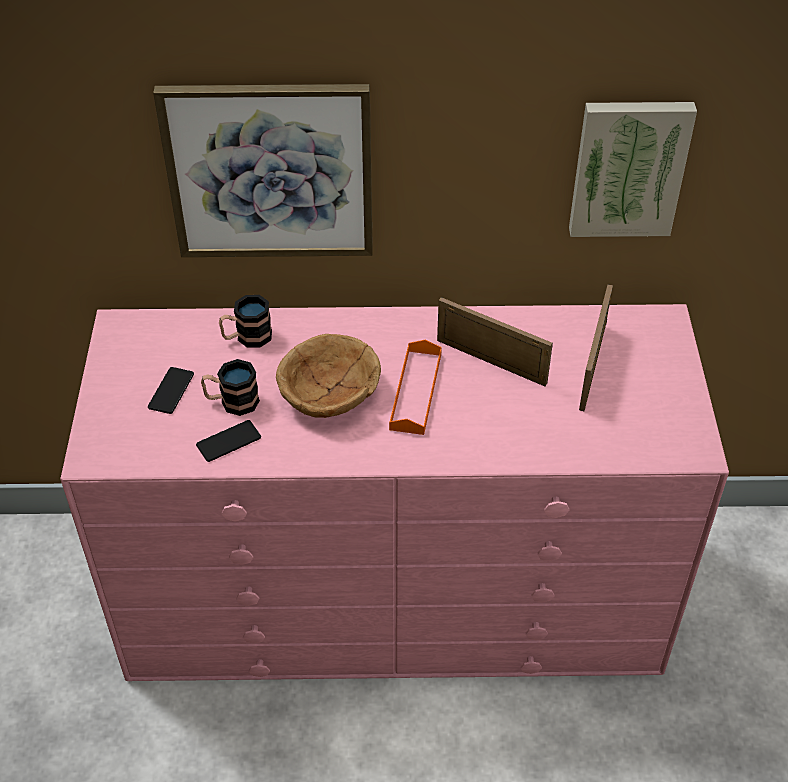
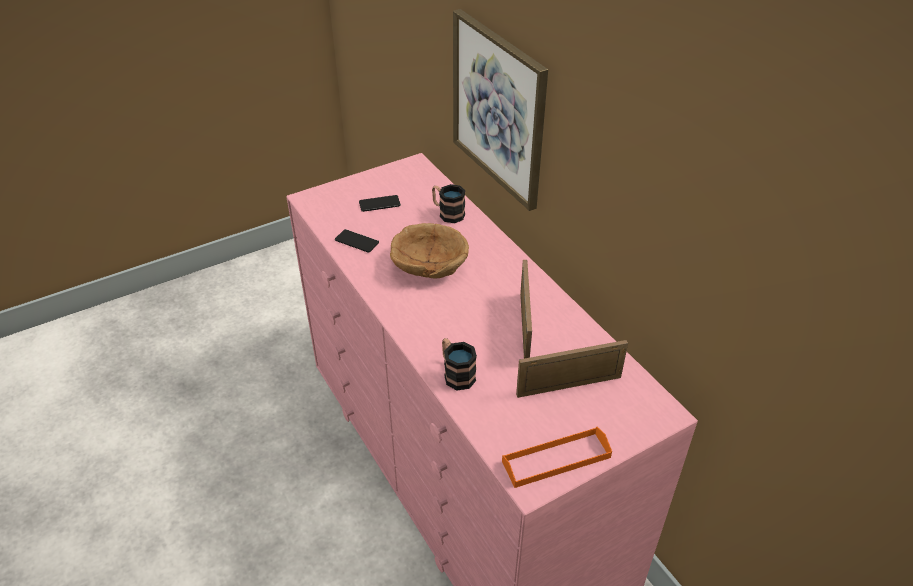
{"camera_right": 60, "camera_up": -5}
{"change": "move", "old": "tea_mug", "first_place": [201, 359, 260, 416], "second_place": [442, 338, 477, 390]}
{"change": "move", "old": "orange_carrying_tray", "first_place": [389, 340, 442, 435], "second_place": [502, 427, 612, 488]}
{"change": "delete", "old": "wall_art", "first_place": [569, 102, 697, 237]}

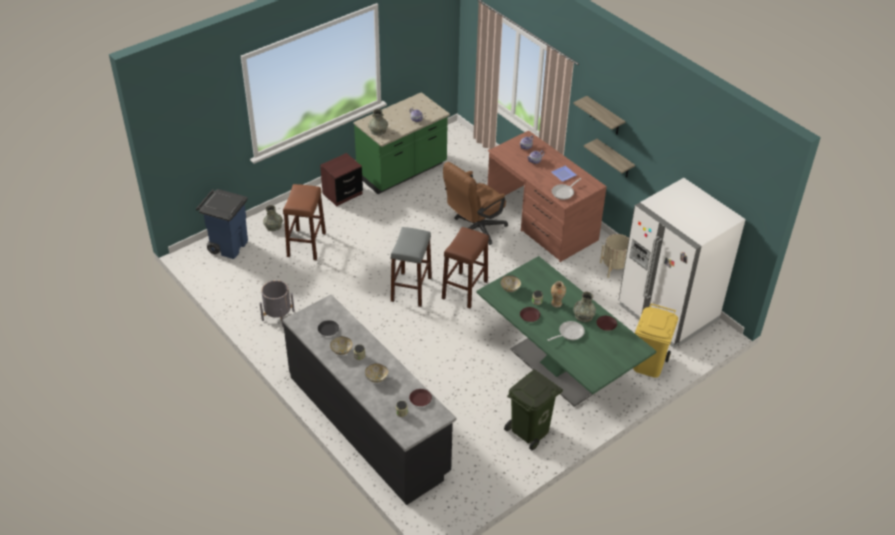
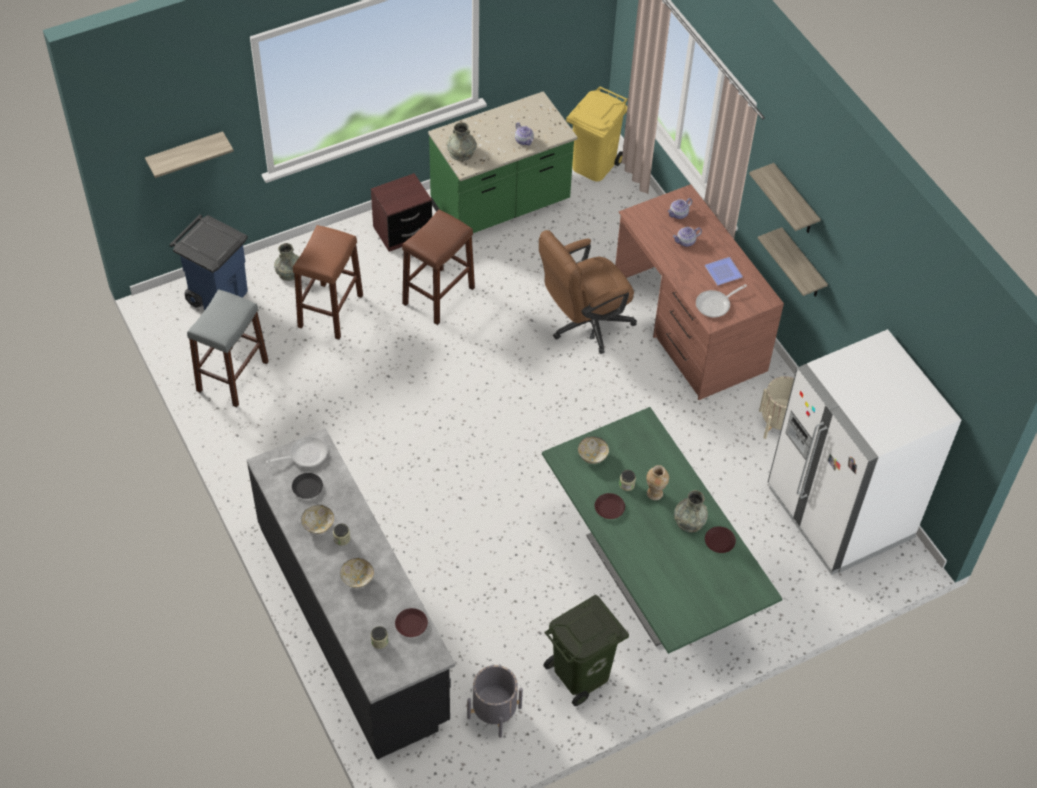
{"camera_right": 10, "camera_up": 10}
{"change": "move", "old": "greyish_flower_pot", "first_place": [259, 280, 295, 327], "second_place": [467, 665, 523, 738]}
{"change": "move", "old": "greyish_stool", "first_place": [391, 227, 432, 307], "second_place": [187, 289, 269, 407]}
{"change": "move", "old": "brownish_stool", "first_place": [442, 227, 489, 308], "second_place": [402, 209, 475, 325]}
{"change": "move", "old": "skillet", "first_place": [547, 321, 585, 341], "second_place": [265, 436, 328, 467]}
{"change": "move", "old": "yellowish_rubbish_bin", "first_place": [633, 303, 678, 378], "second_place": [566, 86, 628, 182]}
{"change": "insert", "new": "bracket_shelf", "second_place": [145, 131, 234, 178]}

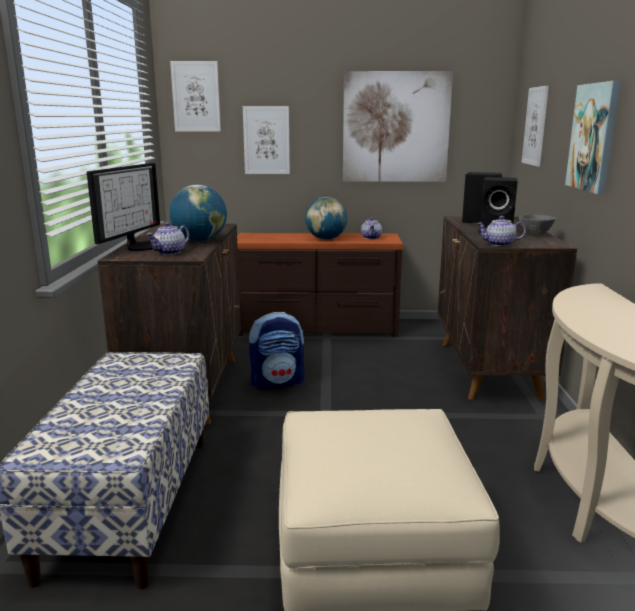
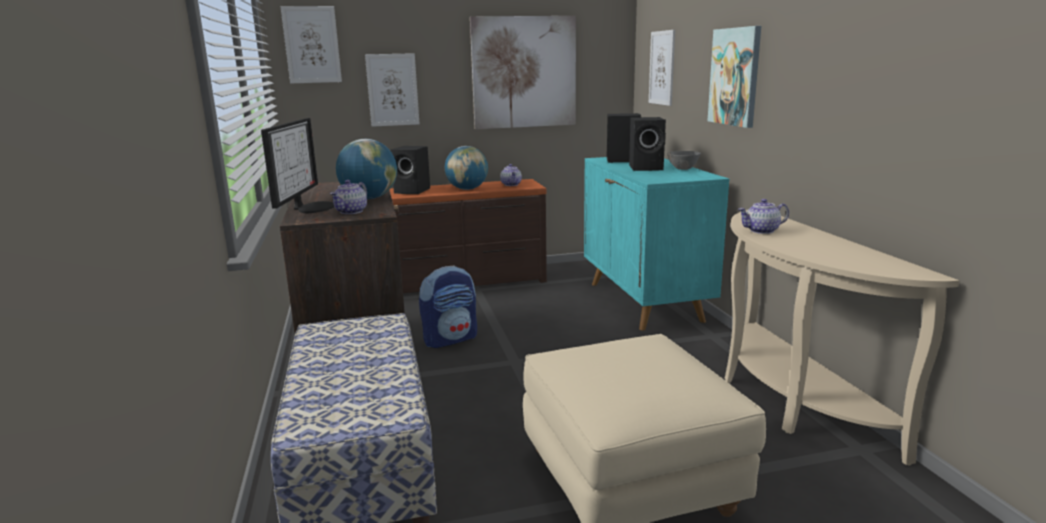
{"camera_right": -15, "camera_up": 0}
{"change": "recolor", "old": "brownish_cabinet", "new": "turquoise_cabinet", "first_place": [438, 216, 577, 401], "second_place": [584, 157, 729, 330]}
{"change": "move", "old": "tea_pot", "first_place": [477, 216, 526, 246], "second_place": [738, 199, 789, 234]}
{"change": "insert", "new": "black_speaker", "second_place": [390, 146, 430, 194]}

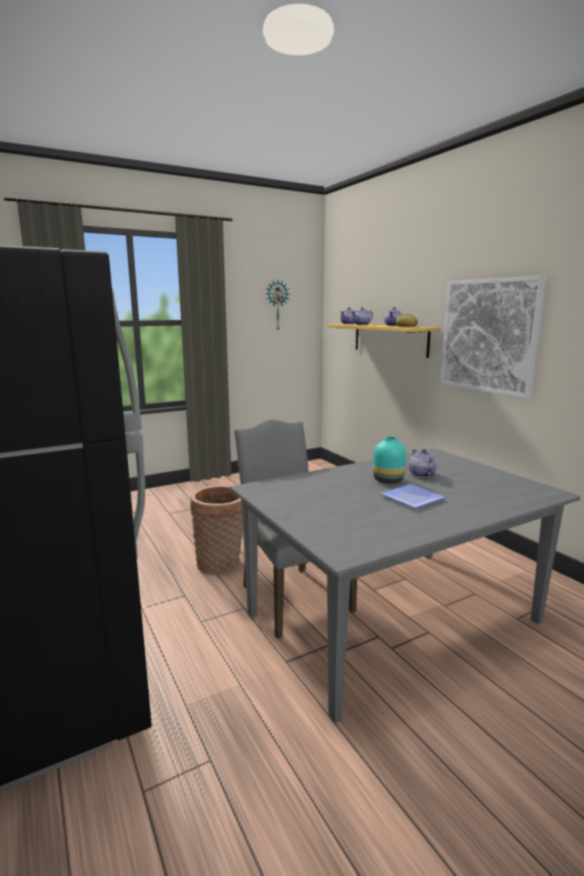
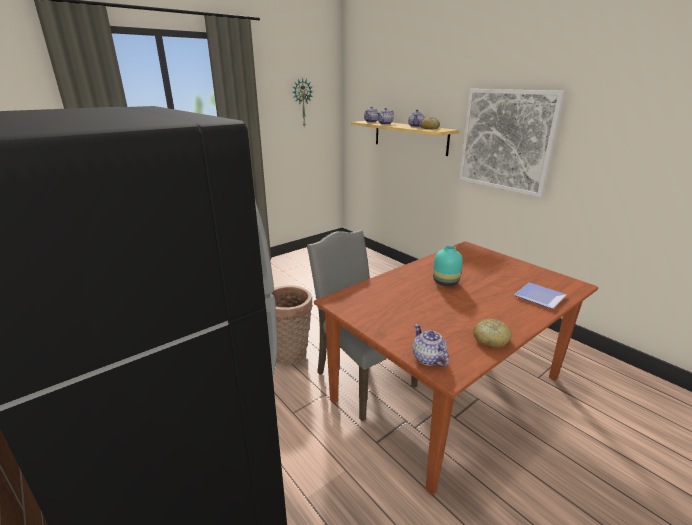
{"camera_right": -10, "camera_up": 10}
{"change": "recolor", "old": "greyish_dining_table", "new": "brownish_dining_table", "first_place": [230, 448, 580, 723], "second_place": [314, 241, 599, 495]}
{"change": "move", "old": "flat_dish", "first_place": [380, 484, 446, 508], "second_place": [514, 282, 567, 309]}
{"change": "move", "old": "tea_pot", "first_place": [409, 449, 437, 478], "second_place": [413, 324, 449, 367]}
{"change": "insert", "new": "baked_bread", "second_place": [473, 319, 512, 348]}

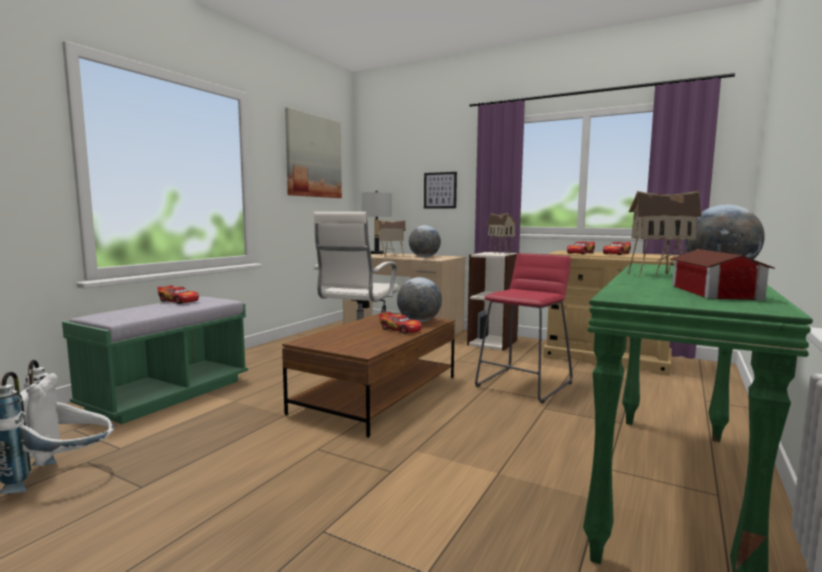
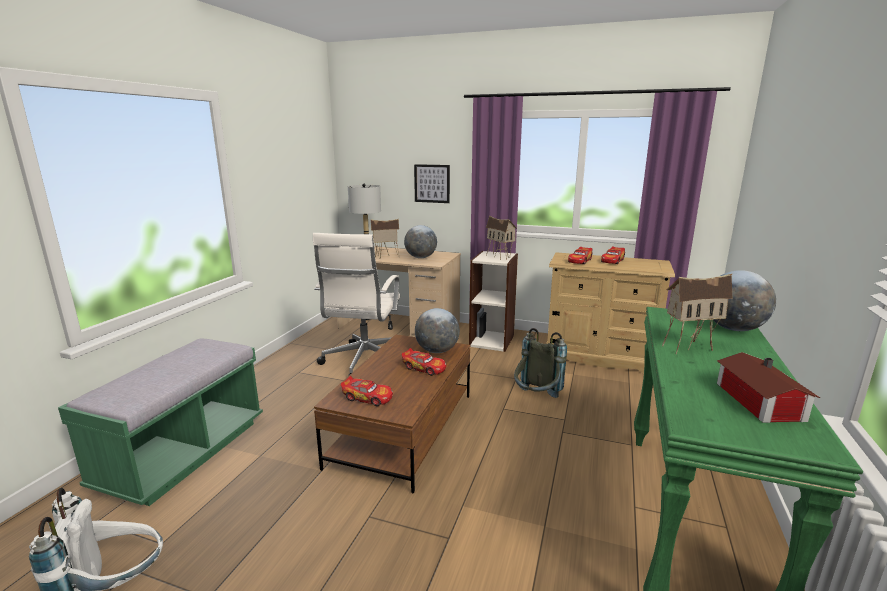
{"camera_right": -10, "camera_up": 10}
{"change": "move", "old": "miniature_car", "first_place": [157, 285, 199, 304], "second_place": [341, 376, 393, 406]}
{"change": "delete", "old": "wall_art", "first_place": [285, 108, 342, 198]}
{"change": "replace", "old": "red-coloured_stool", "new": "greyish_knapsack", "first_place": [475, 253, 573, 403], "second_place": [514, 328, 567, 398]}

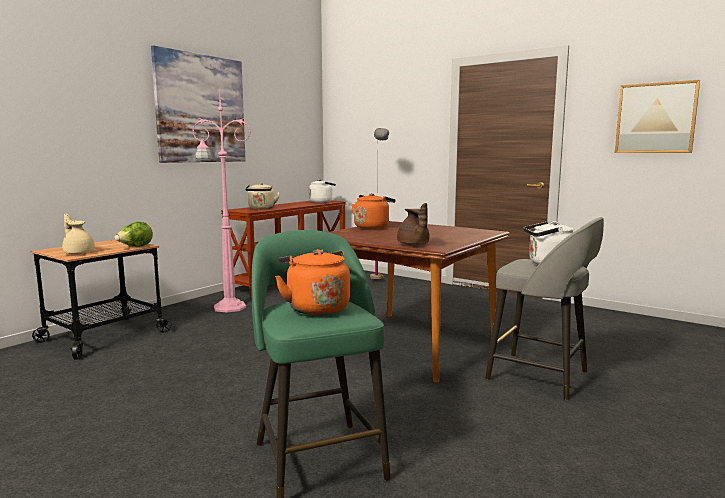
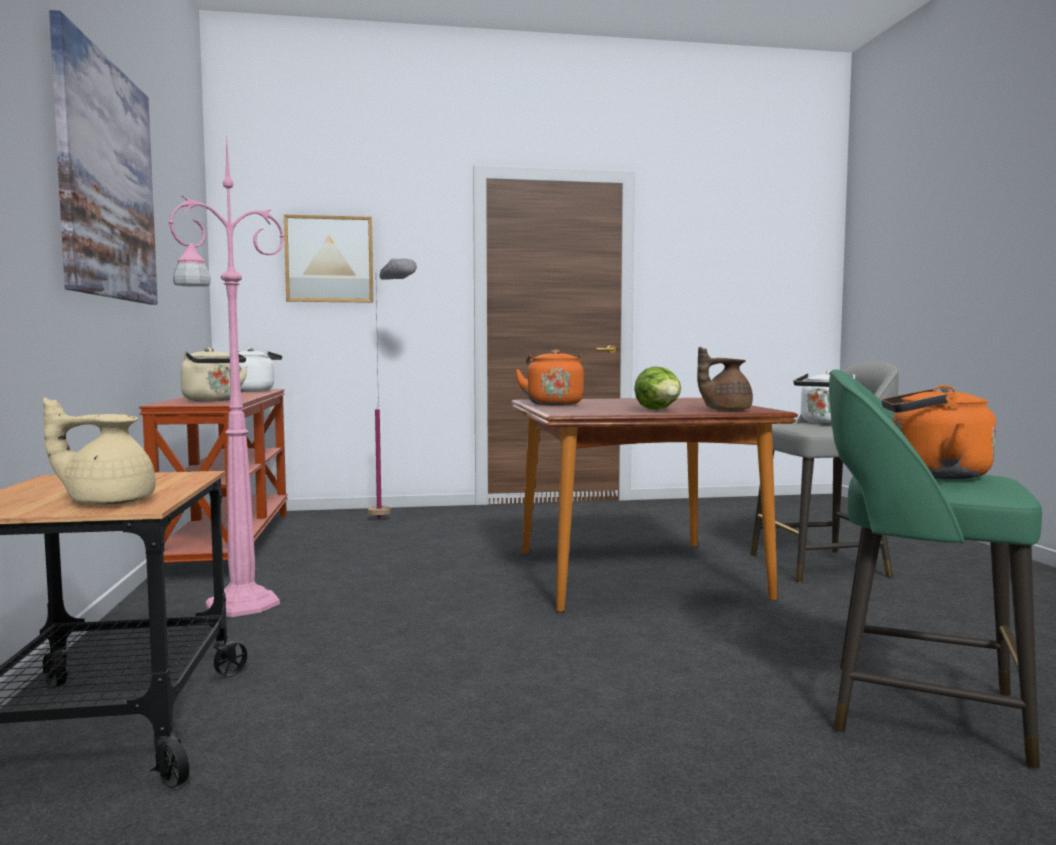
{"camera_right": -45, "camera_up": -5}
{"change": "move", "old": "lettuce", "first_place": [115, 222, 153, 247], "second_place": [634, 366, 681, 410]}
{"change": "rotate", "old": "brownish_tea_pot", "first_place": [397, 203, 430, 245], "second_place": [697, 347, 753, 411], "degrees": 135}
{"change": "move", "old": "wall_art", "first_place": [615, 80, 700, 153], "second_place": [284, 214, 374, 303]}

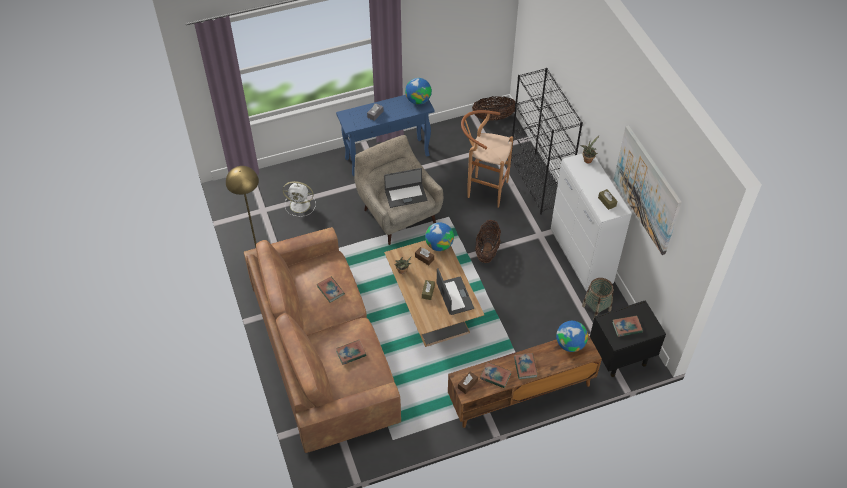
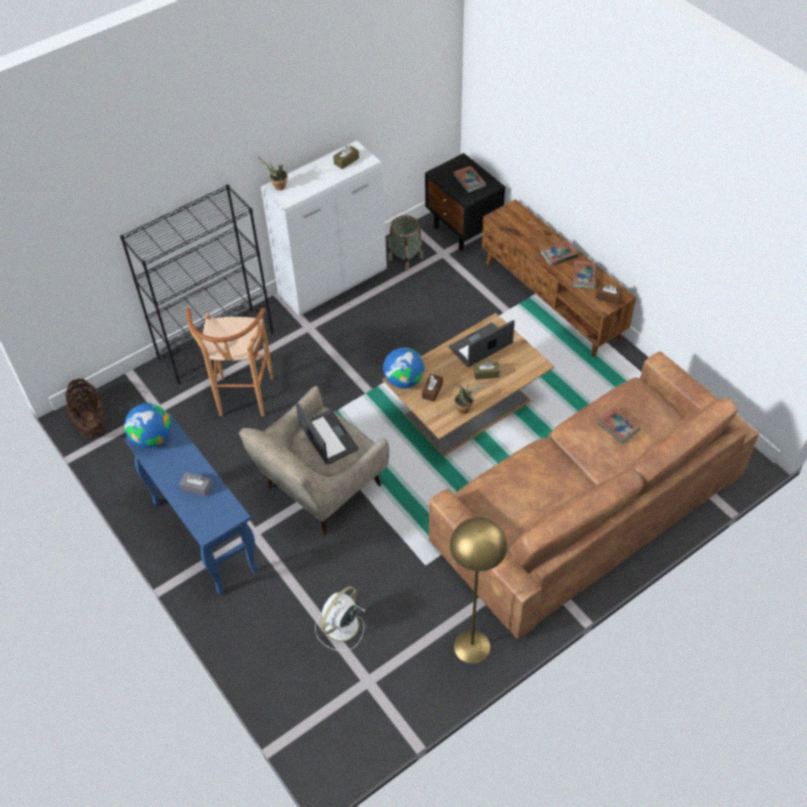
{"camera_right": -105, "camera_up": 0}
{"change": "rotate", "old": "white-coloured_cooling_fan", "first_place": [283, 181, 316, 217], "second_place": [315, 586, 365, 651], "degrees": -135}
{"change": "delete", "old": "volume", "first_place": [317, 277, 345, 303]}
{"change": "delete", "old": "storage_basket", "first_place": [475, 220, 501, 263]}
{"change": "delete", "old": "world_globe", "first_place": [556, 321, 588, 352]}
{"change": "delete", "old": "wall_art", "first_place": [613, 125, 682, 255]}

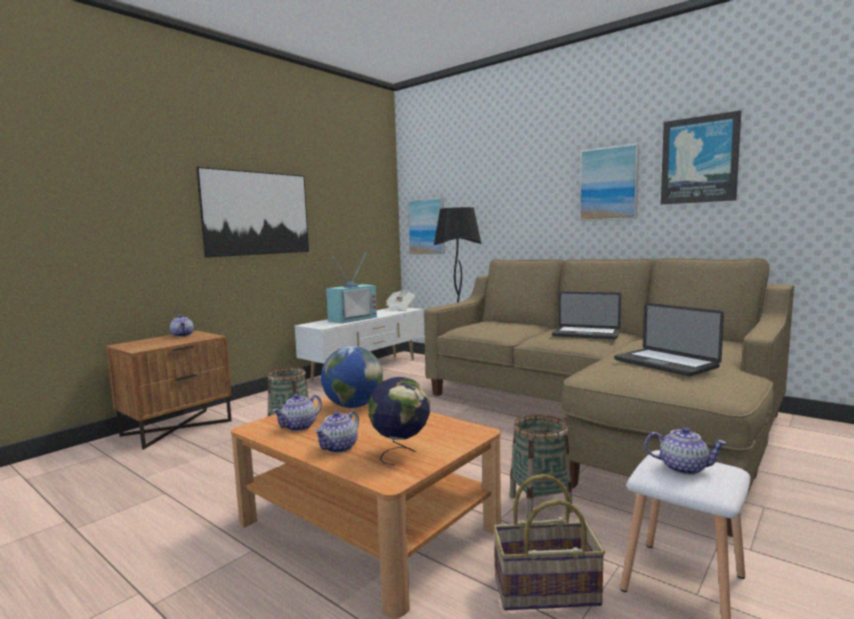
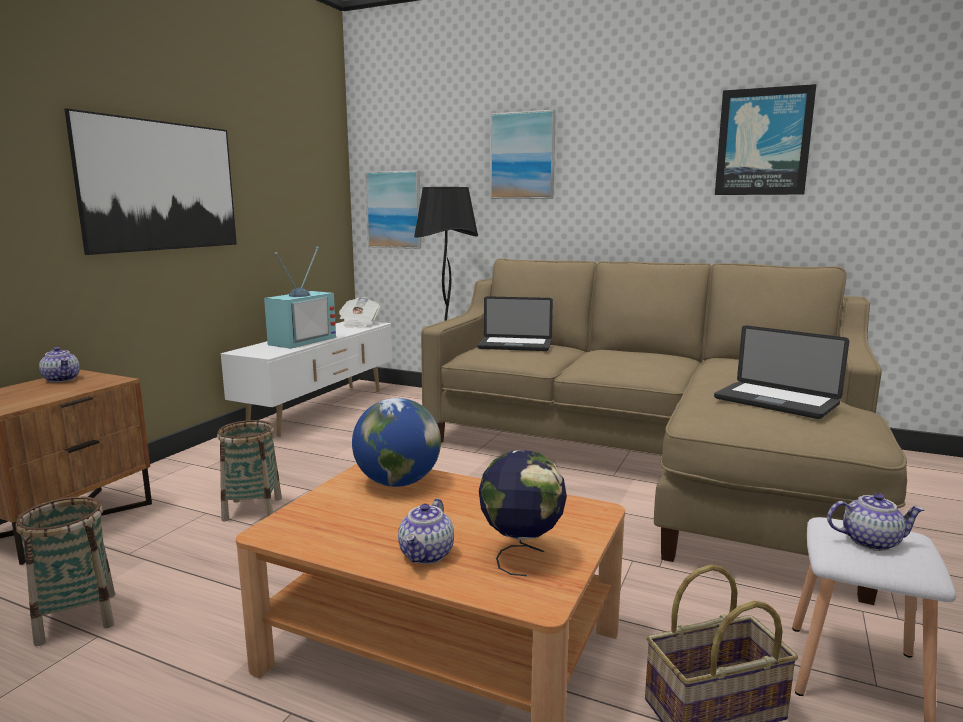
{"camera_right": -15, "camera_up": 5}
{"change": "delete", "old": "tea_pot", "first_place": [273, 394, 322, 431]}
{"change": "move", "old": "storage_basket", "first_place": [509, 414, 573, 519], "second_place": [16, 496, 115, 646]}
{"change": "move", "old": "laptop", "first_place": [552, 292, 621, 339], "second_place": [478, 296, 553, 351]}
{"change": "move", "old": "wall_art", "first_place": [579, 143, 639, 221], "second_place": [490, 110, 556, 199]}

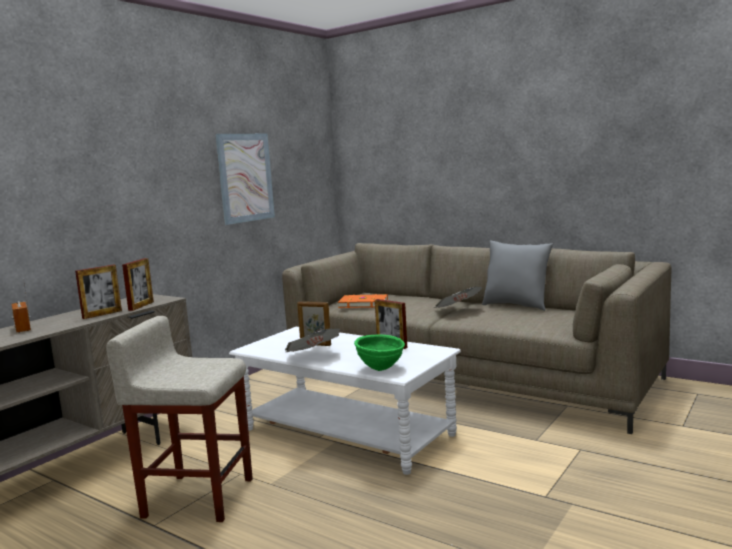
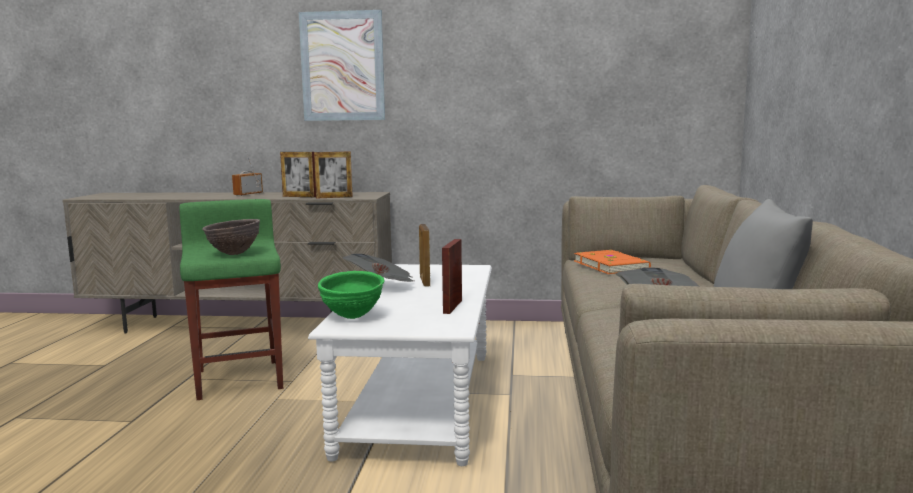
{"camera_right": 60, "camera_up": 0}
{"change": "recolor", "old": "sand-coloured_stool", "new": "greenish_stool", "first_place": [106, 316, 253, 522], "second_place": [179, 199, 283, 400]}
{"change": "move", "old": "wall_art", "first_place": [215, 134, 275, 225], "second_place": [299, 10, 385, 121]}
{"change": "insert", "new": "brownish_serving_bowl", "second_place": [202, 219, 260, 255]}

